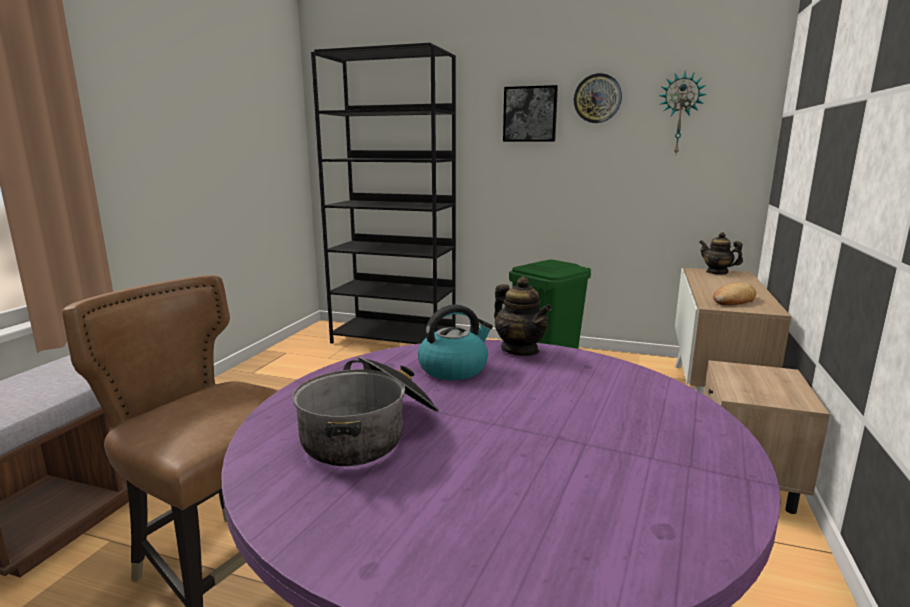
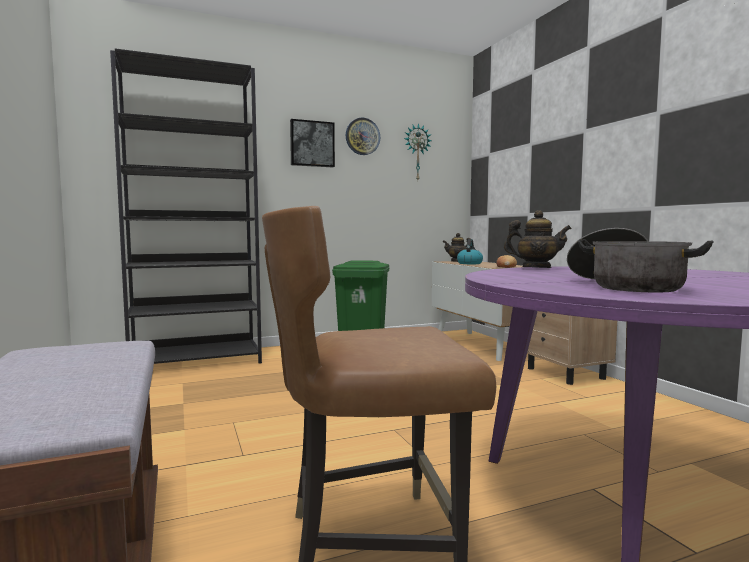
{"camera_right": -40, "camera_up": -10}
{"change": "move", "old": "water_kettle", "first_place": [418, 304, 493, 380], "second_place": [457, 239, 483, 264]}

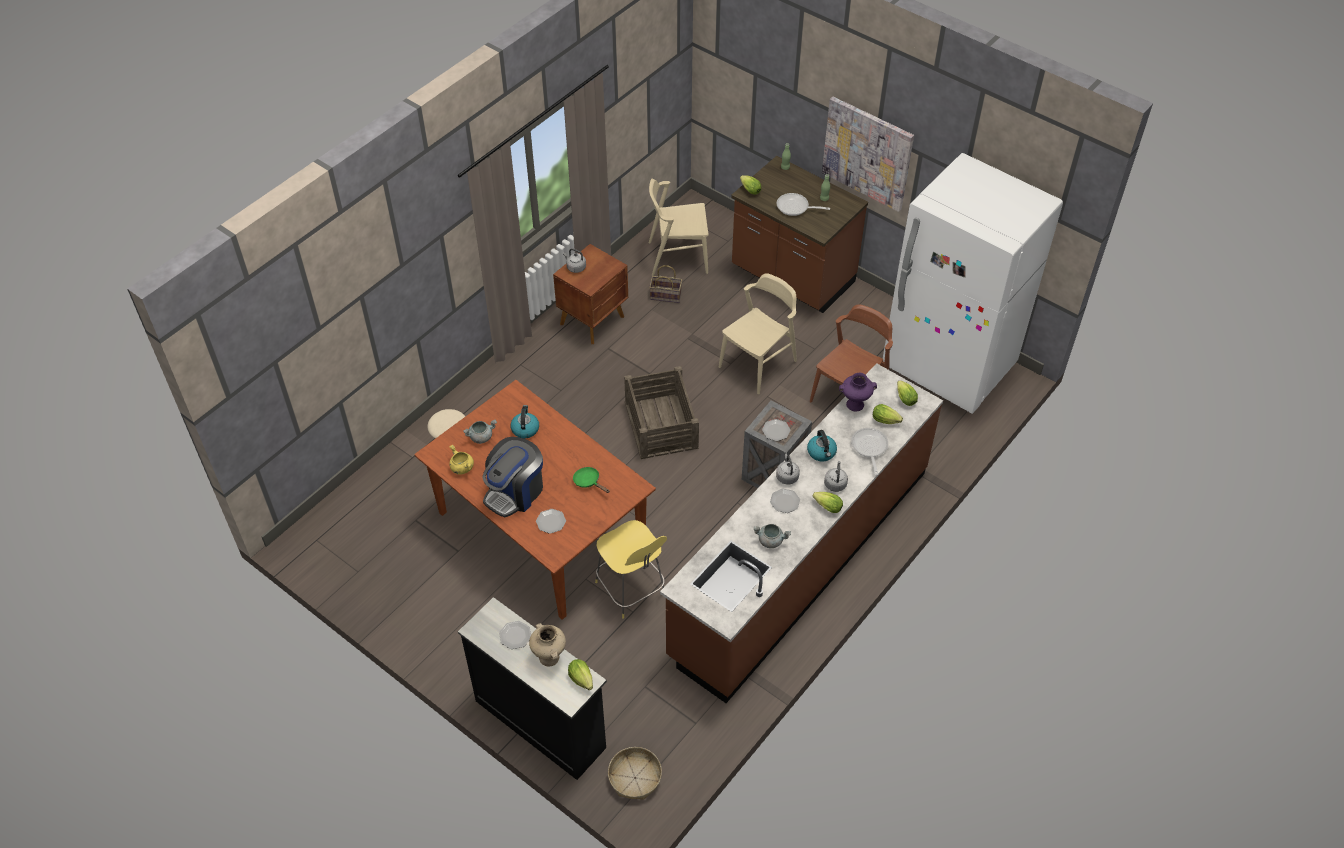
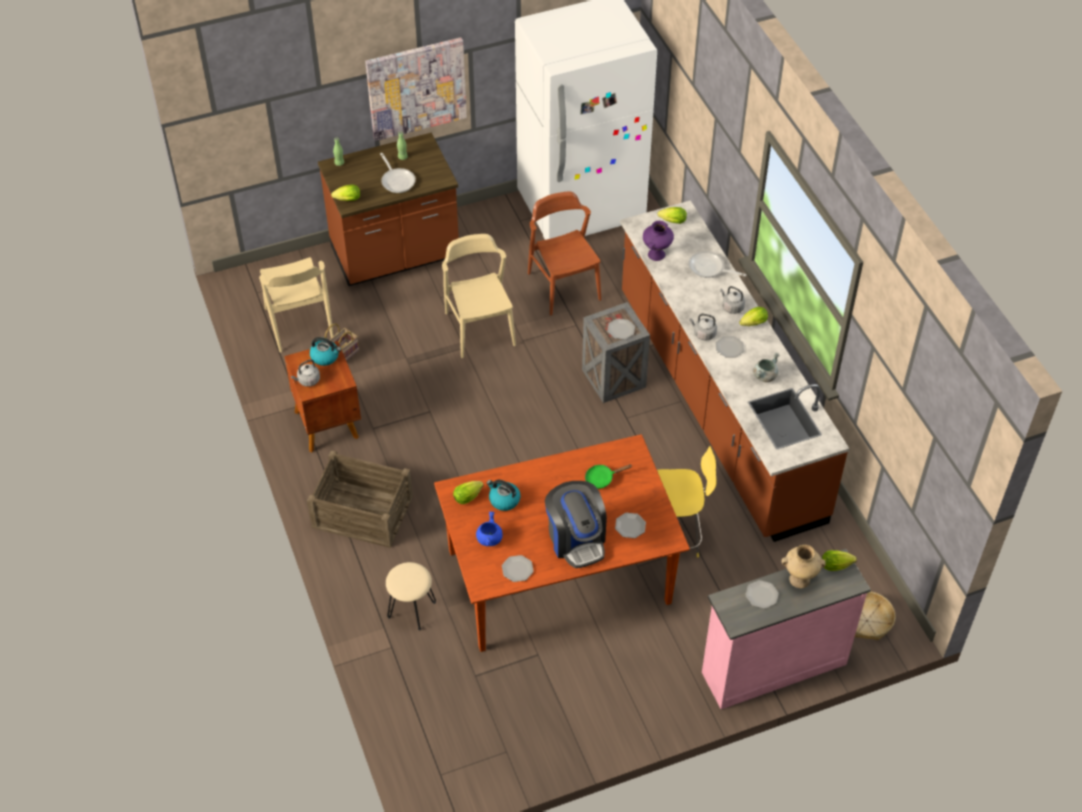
{"camera_right": -60, "camera_up": 0}
{"change": "replace", "old": "yellowish_stockpot", "new": "flat_dish", "first_place": [449, 445, 474, 475], "second_place": [502, 555, 534, 582]}
{"change": "recolor", "old": "black_drawer_chest", "new": "pinkish_drawer_chest", "first_place": [458, 597, 607, 780], "second_place": [702, 549, 871, 709]}
{"change": "recolor", "old": "greyish_stockpot", "new": "blue-coloured_stockpot", "first_place": [463, 419, 497, 444], "second_place": [476, 512, 503, 546]}
{"change": "move", "old": "crate", "first_place": [624, 366, 699, 459], "second_place": [307, 450, 413, 548]}
{"change": "rotate", "old": "sand-coloured_chair", "first_place": [649, 179, 709, 276], "second_place": [259, 257, 334, 353], "degrees": -45}
{"change": "rotate", "old": "skillet", "first_place": [777, 193, 830, 216], "second_place": [380, 153, 416, 193], "degrees": -75}
{"change": "move", "old": "water_kettle", "first_place": [807, 430, 837, 462], "second_place": [310, 337, 341, 366]}
{"change": "move", "old": "lettuce", "first_place": [873, 404, 903, 424], "second_place": [453, 481, 484, 504]}

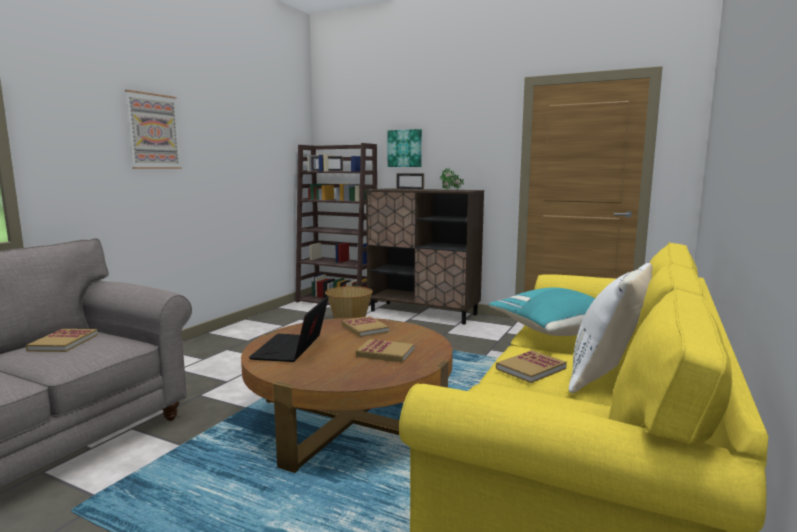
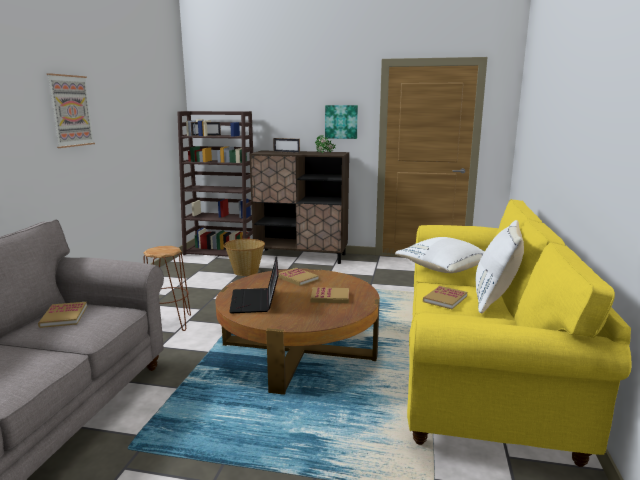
{"camera_right": -15, "camera_up": 5}
{"change": "move", "old": "wall_art", "first_place": [388, 129, 422, 167], "second_place": [325, 105, 358, 139]}
{"change": "recolor", "old": "turquoise_cushion", "new": "white-coloured_cushion", "first_place": [489, 288, 595, 336], "second_place": [395, 237, 485, 273]}
{"change": "insert", "new": "brownish_stool", "second_place": [144, 246, 191, 331]}

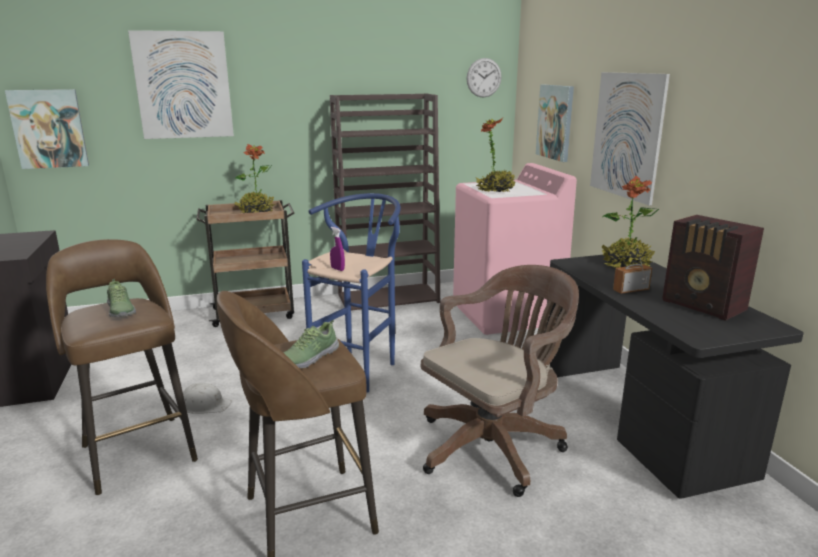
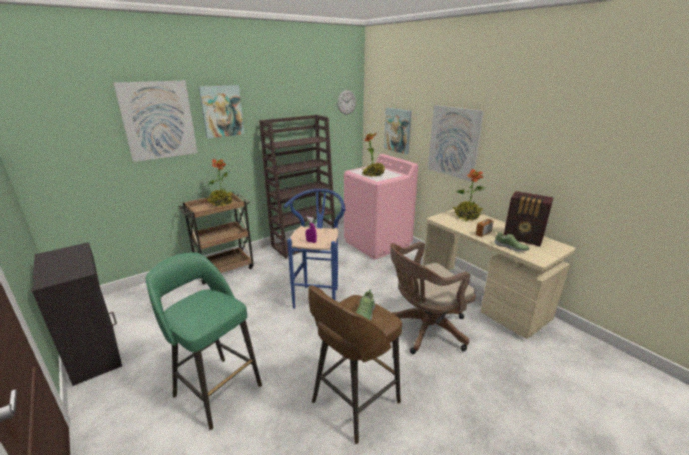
{"camera_right": -20, "camera_up": 5}
{"change": "move", "old": "wall_art", "first_place": [5, 89, 89, 169], "second_place": [198, 85, 245, 139]}
{"change": "recolor", "old": "brownish_stool", "new": "greenish_stool", "first_place": [46, 239, 198, 495], "second_place": [146, 252, 262, 430]}
{"change": "move", "old": "item_of_footwear", "first_place": [107, 279, 136, 317], "second_place": [494, 231, 530, 252]}
{"change": "delete", "old": "white-coloured_safety_helmet", "first_place": [183, 383, 232, 414]}
{"change": "rotate", "old": "brownish_desk_chair", "first_place": [421, 265, 579, 497], "second_place": [390, 242, 476, 354], "degrees": -150}
{"change": "recolor", "old": "black_desk", "new": "sand-coloured_desk", "first_place": [545, 255, 804, 499], "second_place": [422, 209, 576, 339]}

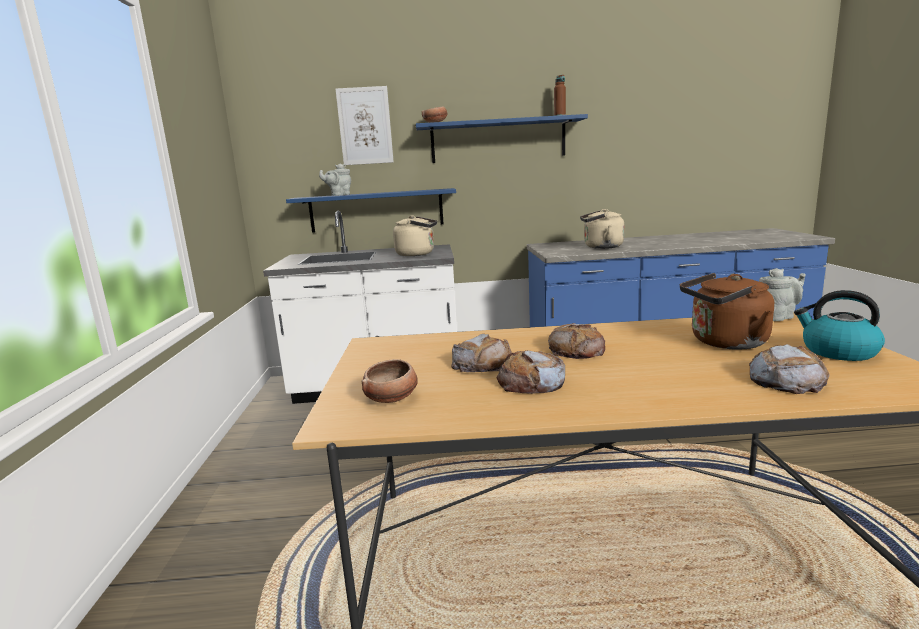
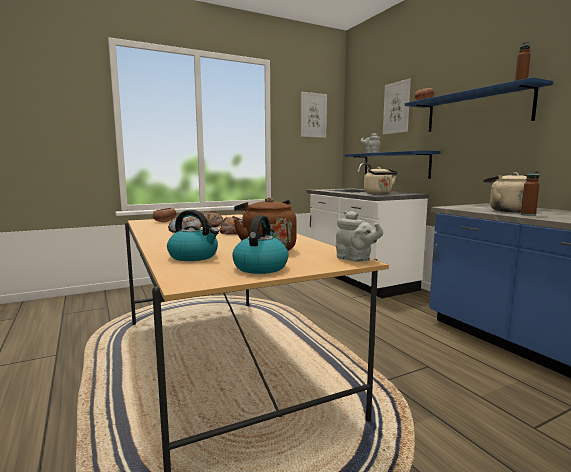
{"camera_right": 65, "camera_up": -5}
{"change": "replace", "old": "baked_bread", "new": "water_kettle", "first_place": [749, 344, 830, 394], "second_place": [167, 210, 219, 261]}
{"change": "insert", "new": "wall_art", "second_place": [301, 92, 327, 138]}
{"change": "insert", "new": "brownish_beverage_bottle", "second_place": [521, 171, 540, 216]}

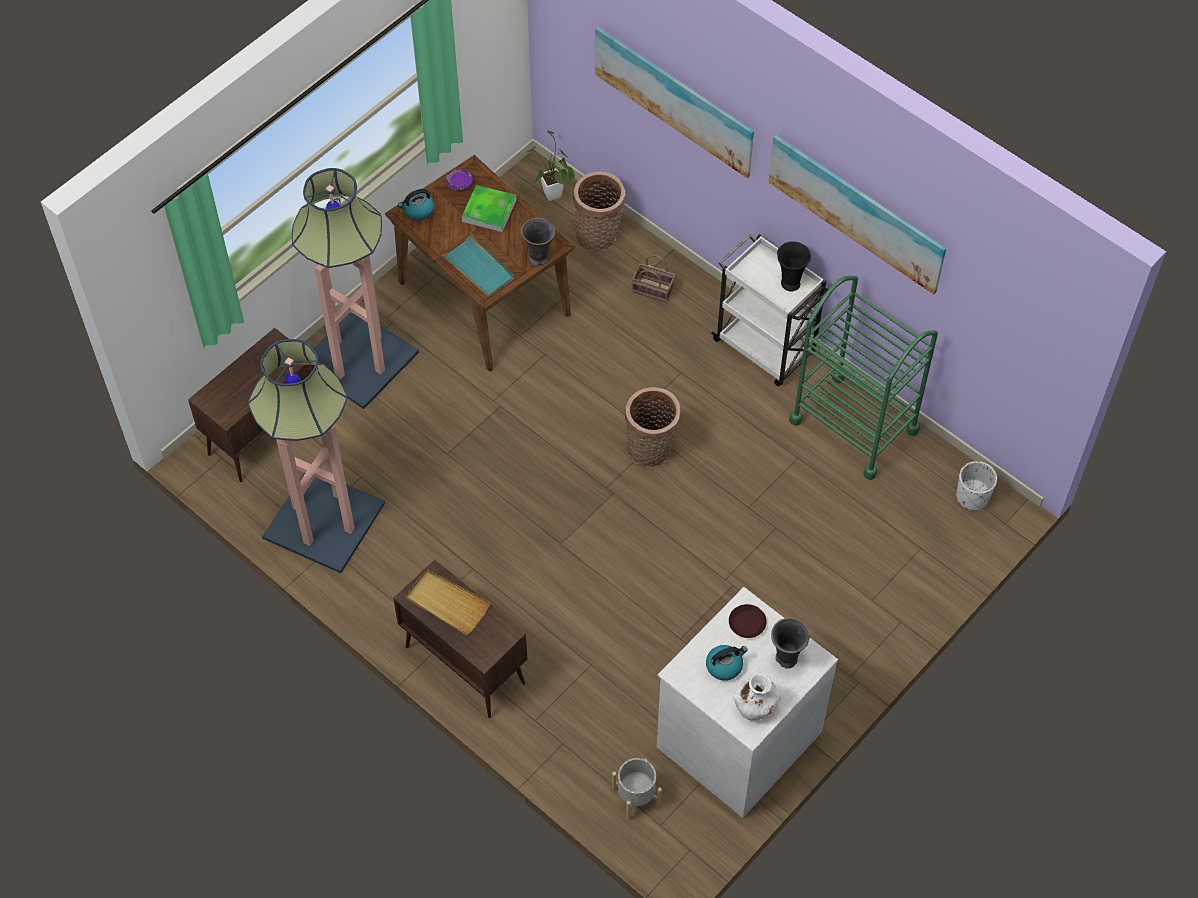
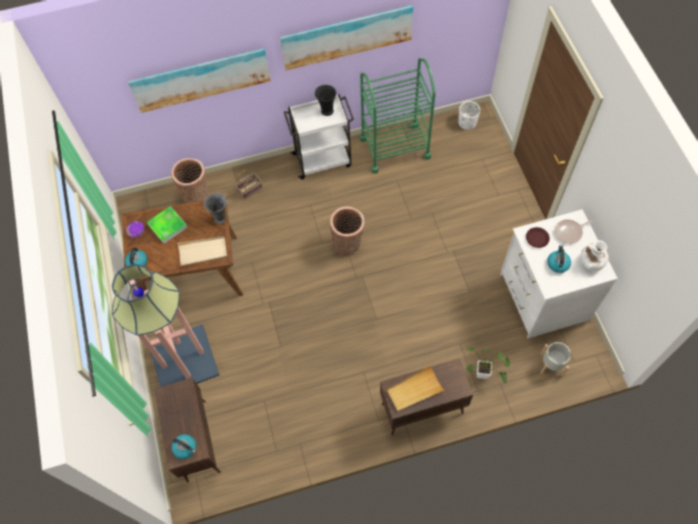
{"camera_right": -55, "camera_up": 5}
{"change": "delete", "old": "standard_lamp", "first_place": [248, 339, 385, 573]}
{"change": "recolor", "old": "turquoise_carrying_tray", "new": "sand-coloured_carrying_tray", "first_place": [441, 233, 515, 297], "second_place": [178, 236, 227, 266]}
{"change": "move", "old": "potted_plant", "first_place": [527, 130, 575, 201], "second_place": [466, 348, 511, 383]}
{"change": "replace", "old": "greyish_vase", "new": "skillet", "first_place": [771, 618, 810, 669], "second_place": [555, 219, 593, 244]}
{"change": "insert", "new": "water_kettle", "second_place": [172, 434, 196, 459]}

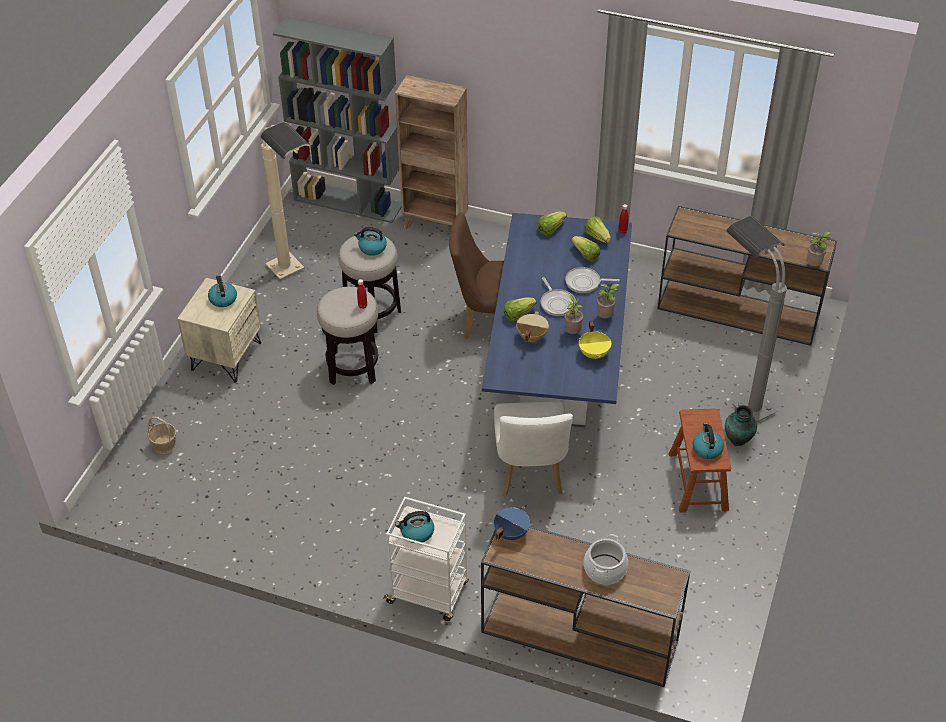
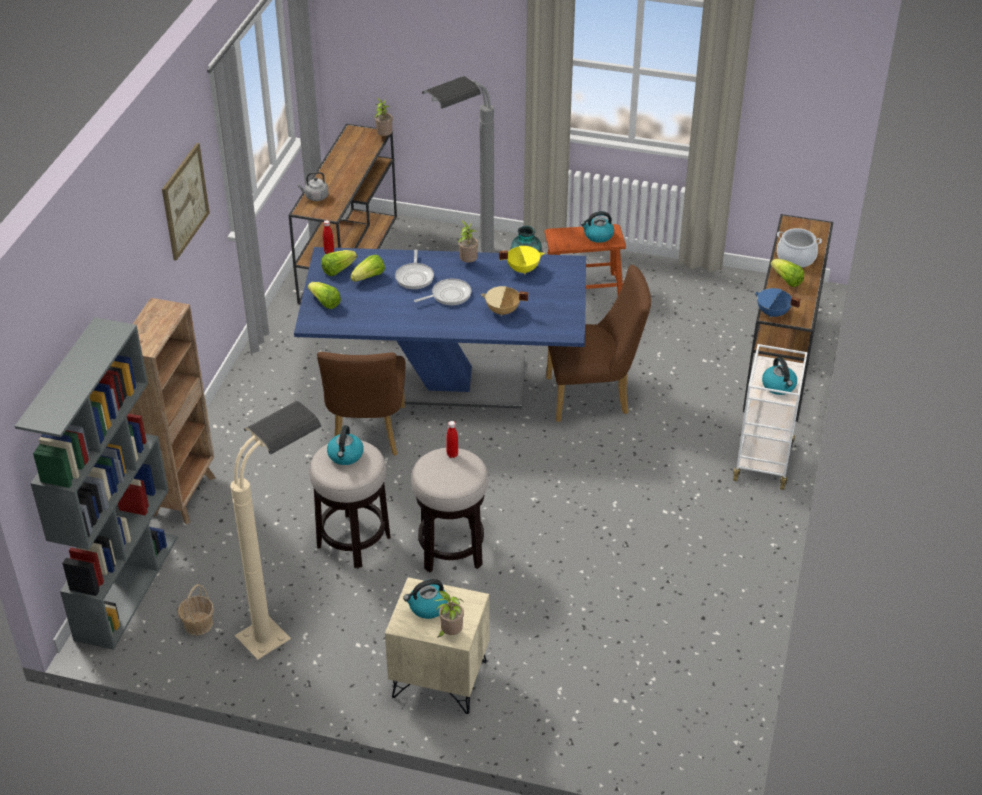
{"camera_right": -95, "camera_up": -5}
{"change": "move", "old": "storage_basket", "first_place": [148, 417, 176, 454], "second_place": [178, 584, 214, 635]}
{"change": "recolor", "old": "white-coloured_chair", "new": "brownish_chair", "first_place": [494, 401, 573, 497], "second_place": [546, 265, 651, 422]}
{"change": "move", "old": "lettuce", "first_place": [504, 297, 536, 322], "second_place": [771, 259, 804, 287]}
{"change": "move", "old": "potted_plant", "first_place": [564, 295, 583, 334], "second_place": [434, 591, 464, 637]}
{"change": "insert", "new": "wall_art", "second_place": [162, 143, 210, 261]}
{"change": "insert", "new": "greyish_water_kettle", "second_place": [297, 172, 329, 201]}

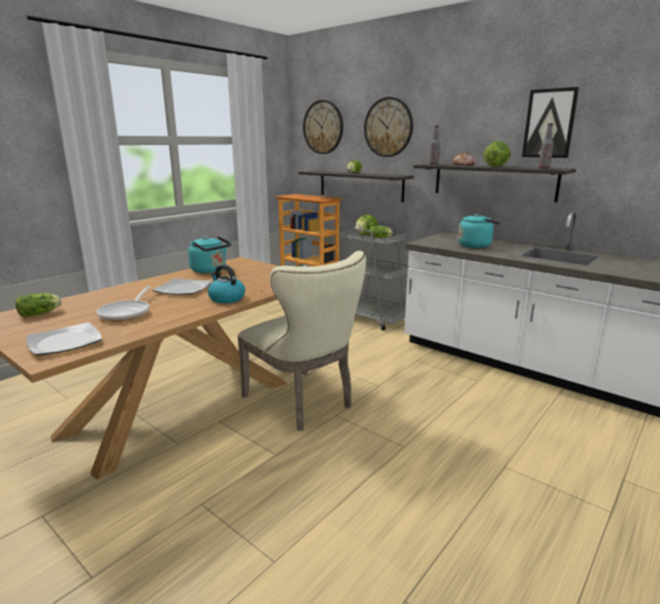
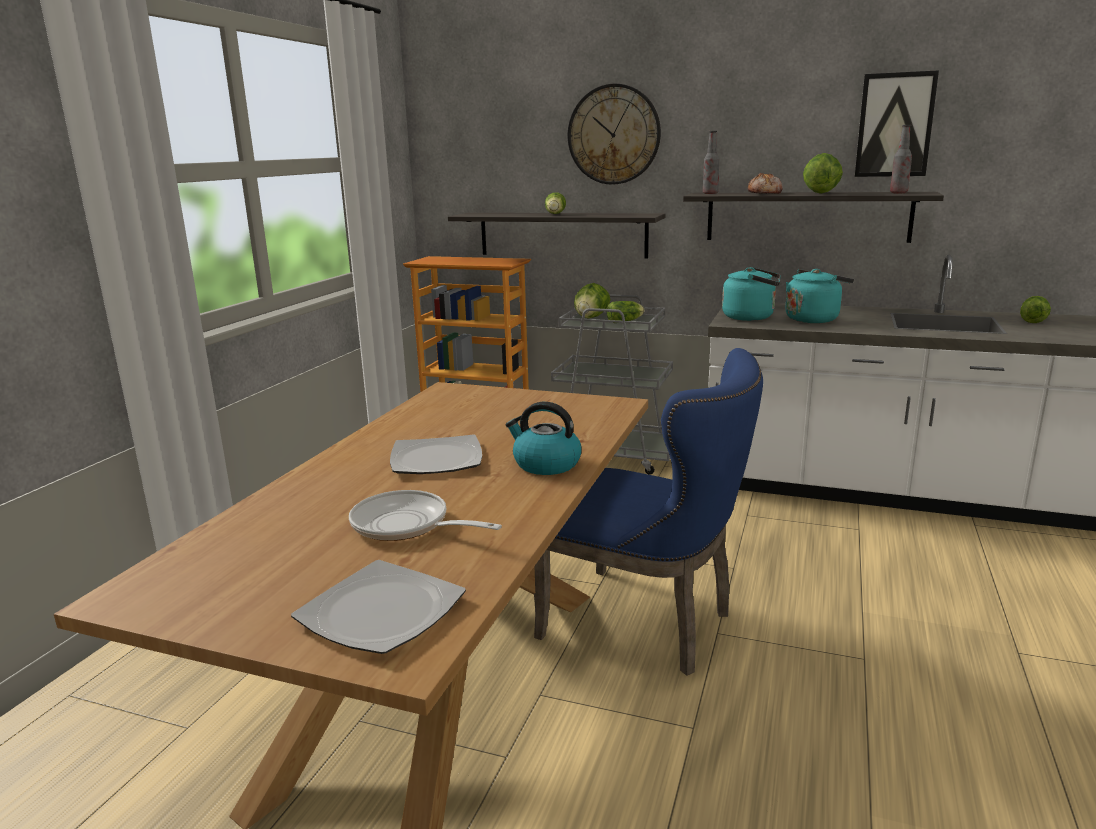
{"camera_right": -20, "camera_up": 0}
{"change": "move", "old": "lettuce", "first_place": [15, 293, 62, 317], "second_place": [1020, 296, 1051, 323]}
{"change": "rotate", "old": "skillet", "first_place": [97, 286, 151, 321], "second_place": [349, 490, 502, 541], "degrees": 135}
{"change": "move", "old": "turquoise_water_kettle", "first_place": [188, 236, 231, 273], "second_place": [722, 267, 781, 321]}
{"change": "recolor", "old": "sand-coloured_chair", "new": "blue-coloured_chair", "first_place": [238, 251, 366, 431], "second_place": [534, 348, 763, 676]}
{"change": "delete", "old": "hanging_clock", "first_place": [303, 100, 343, 154]}

